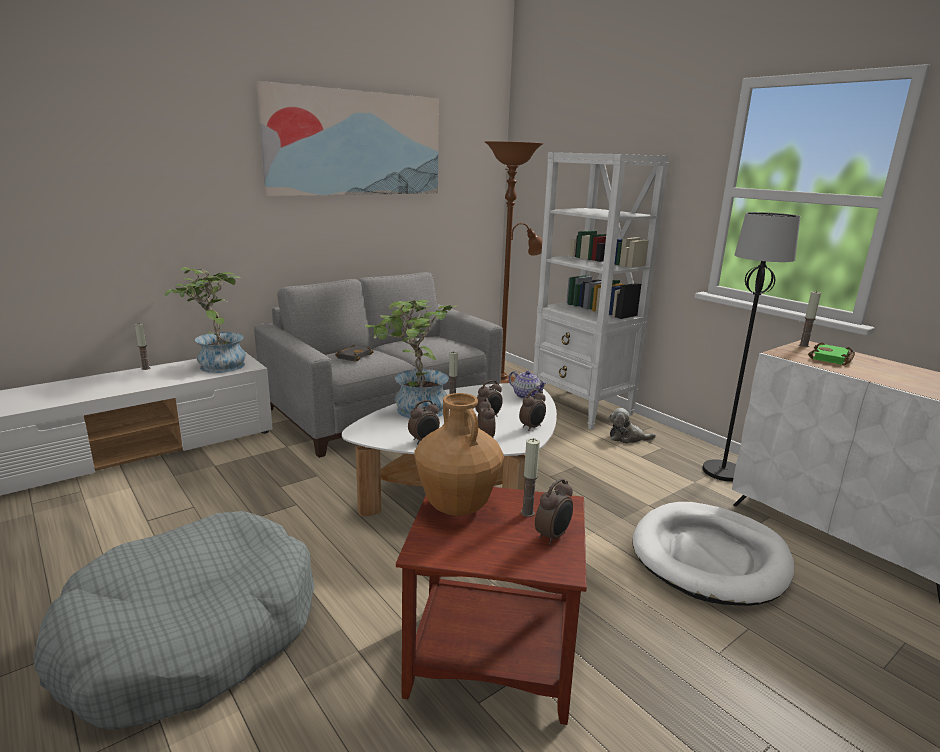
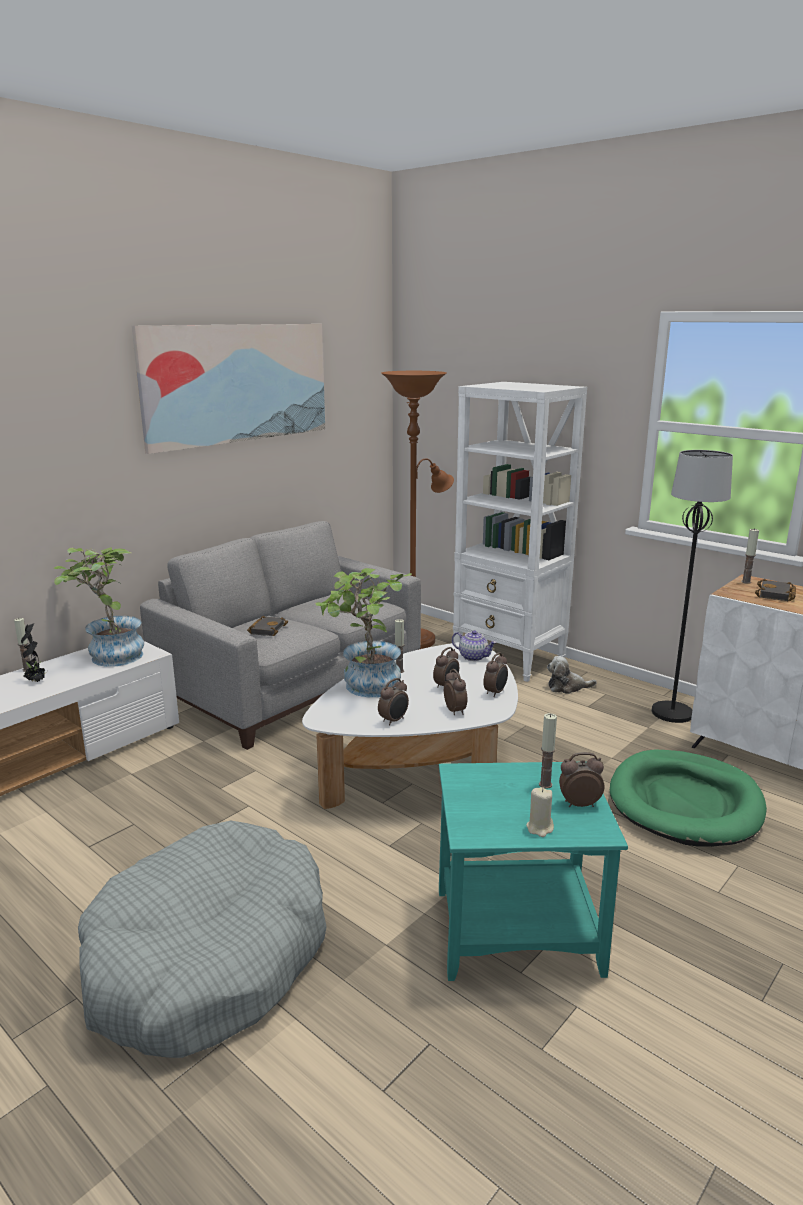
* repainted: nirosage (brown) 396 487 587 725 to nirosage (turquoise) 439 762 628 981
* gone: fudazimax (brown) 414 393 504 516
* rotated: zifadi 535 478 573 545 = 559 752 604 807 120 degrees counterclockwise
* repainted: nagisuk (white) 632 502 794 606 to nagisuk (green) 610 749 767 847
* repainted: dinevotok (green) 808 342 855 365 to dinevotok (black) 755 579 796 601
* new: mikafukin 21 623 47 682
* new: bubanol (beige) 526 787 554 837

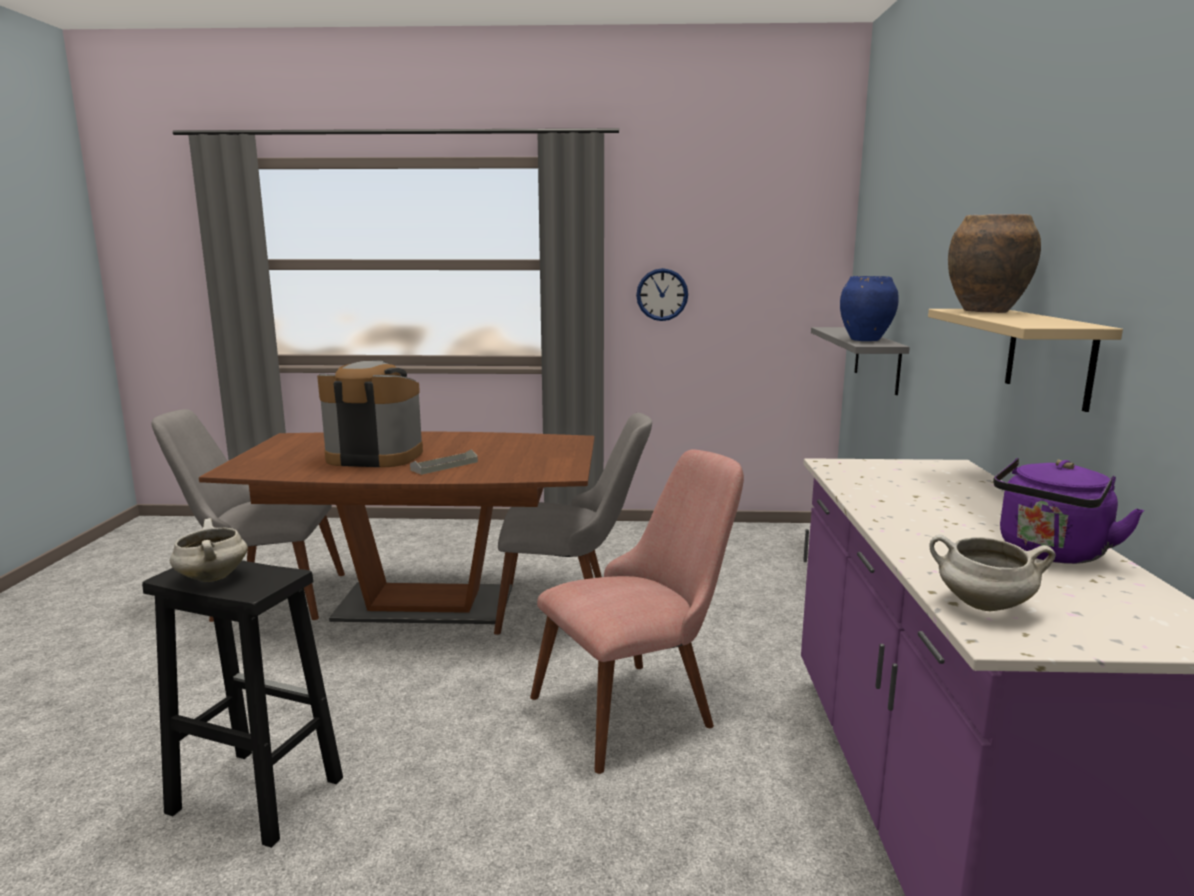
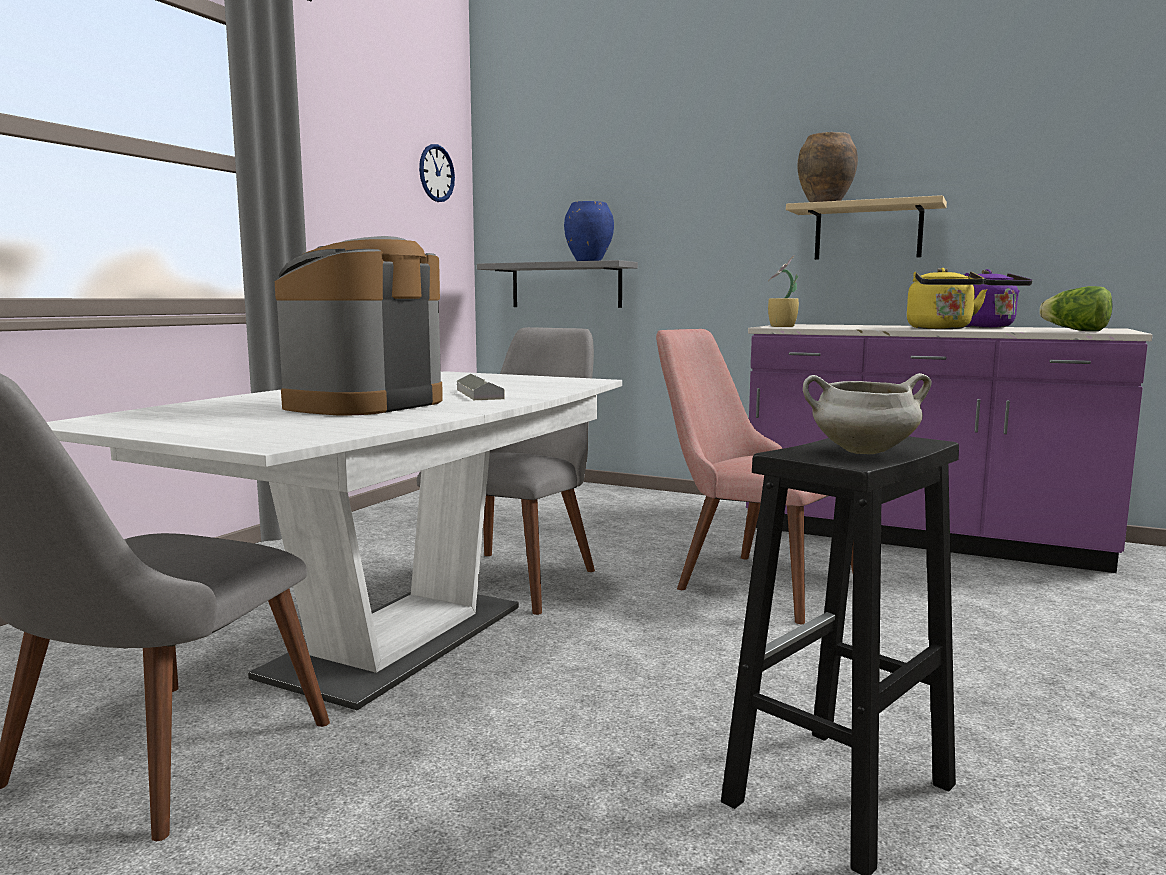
* repainted: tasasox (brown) 199 431 594 624 to tasasox (white) 47 371 622 710
* rotated: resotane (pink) 530 449 744 774 = 656 329 853 624 45 degrees counterclockwise
* shifted: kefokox 636 268 688 321 to 419 144 455 202
* swapped: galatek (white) 929 535 1056 611 to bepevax 1039 286 1113 331
* new: mikafukin 768 255 799 327
* new: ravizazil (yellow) 907 268 987 329

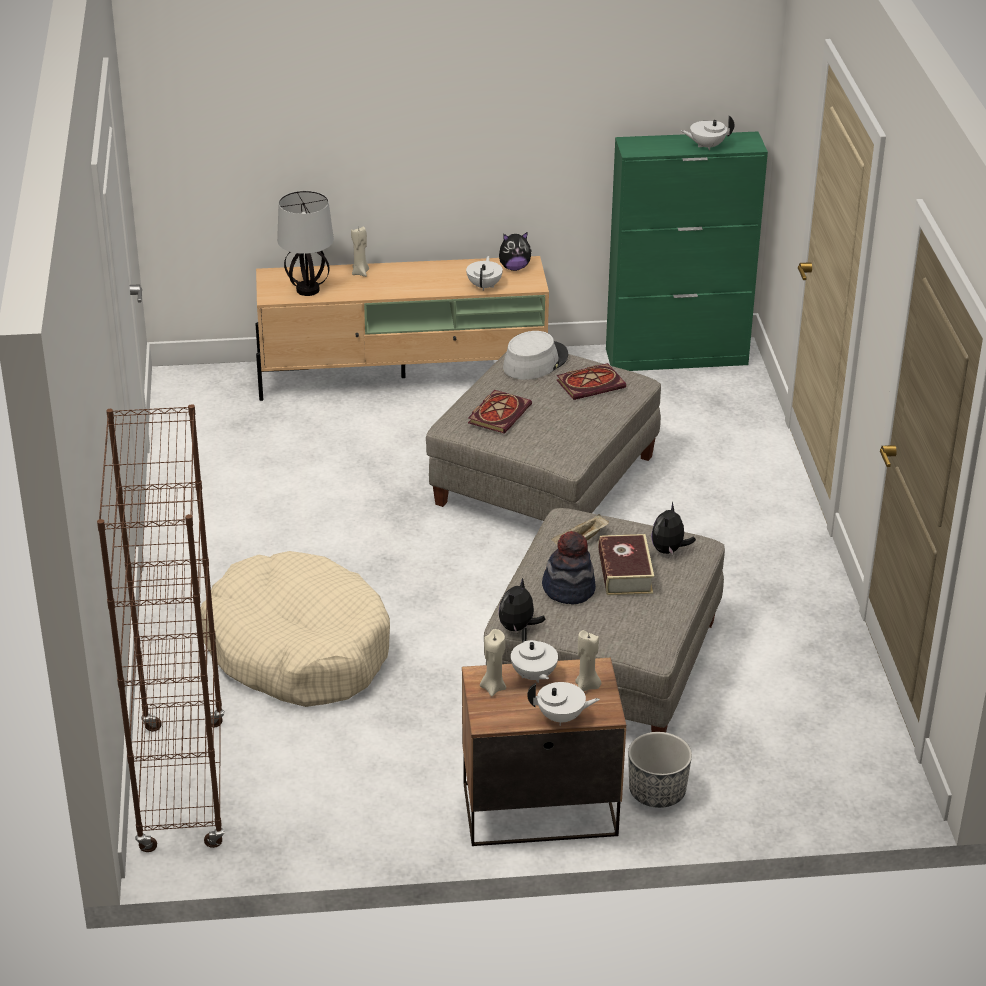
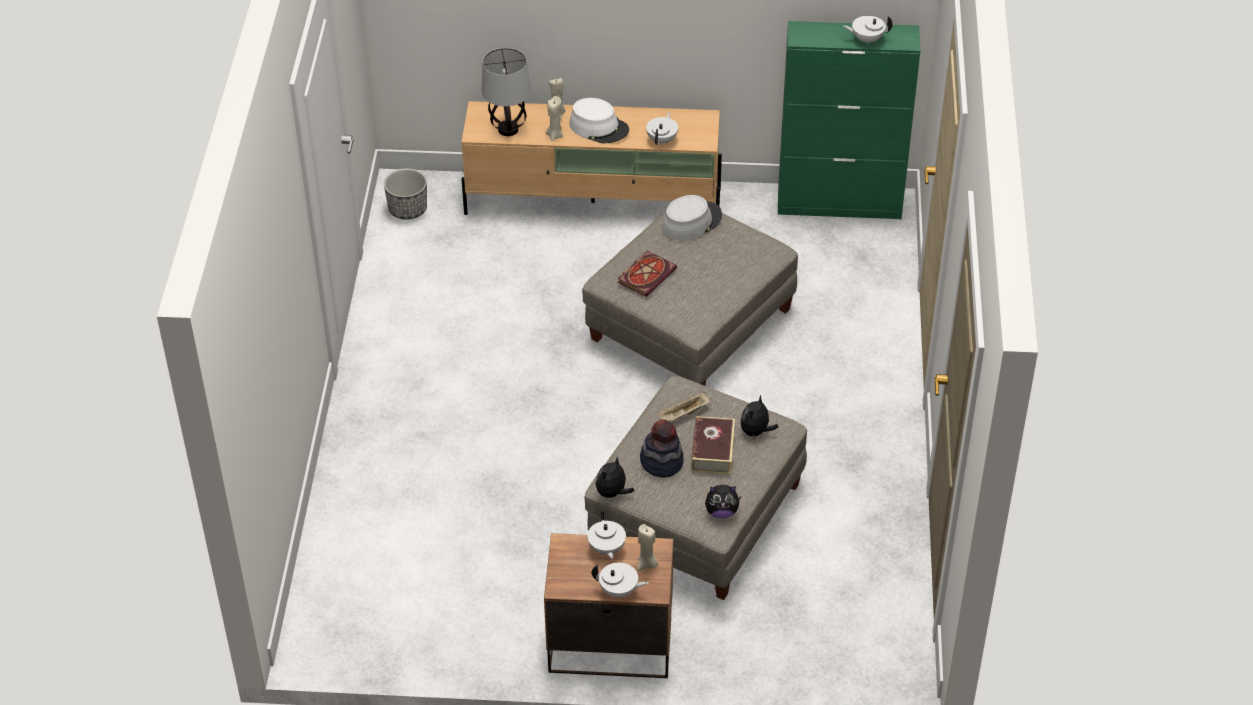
* gone: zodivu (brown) 97 404 225 852
* gone: nagisuk (beige) 201 551 390 707
* shifted: bubanol (beige) 480 629 506 696 to 546 96 563 141
* shifted: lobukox 499 232 532 271 to 705 485 741 519
* gone: dinevotok 557 363 626 400
* shifted: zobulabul 628 732 692 808 to 384 168 427 220
* new: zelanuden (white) 569 98 629 143

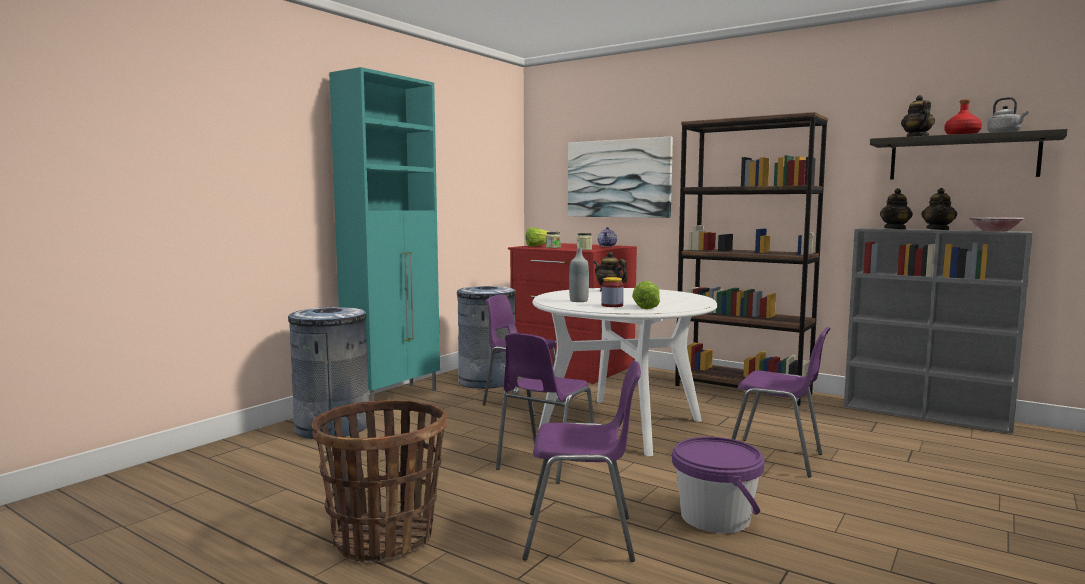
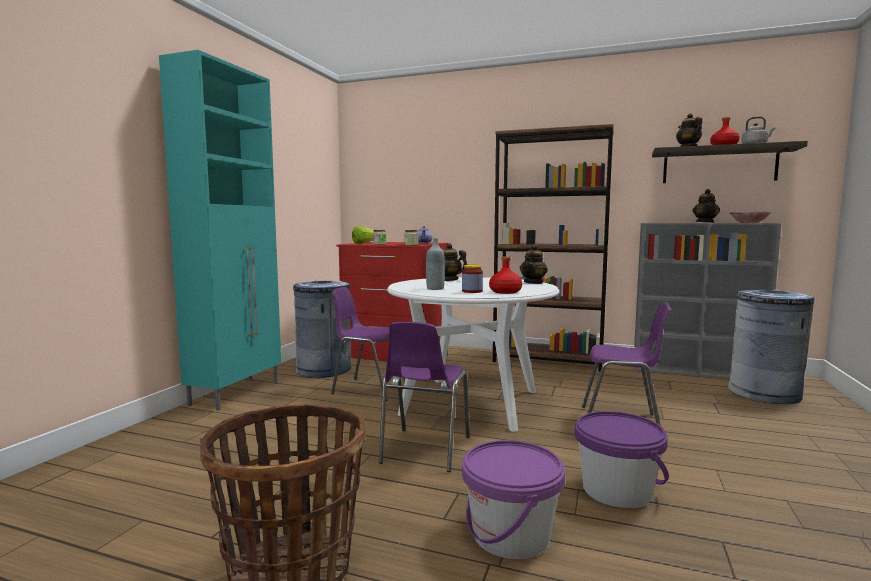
* shifted: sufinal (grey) 288 307 369 439 to 728 290 815 404
* swapped: resotane (purple) 522 361 641 562 to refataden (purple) 462 440 565 559
* gone: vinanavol 568 137 673 218
* swapped: bepevax 632 281 660 309 to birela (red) 489 256 522 294
* shifted: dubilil 880 188 913 229 to 520 245 548 284

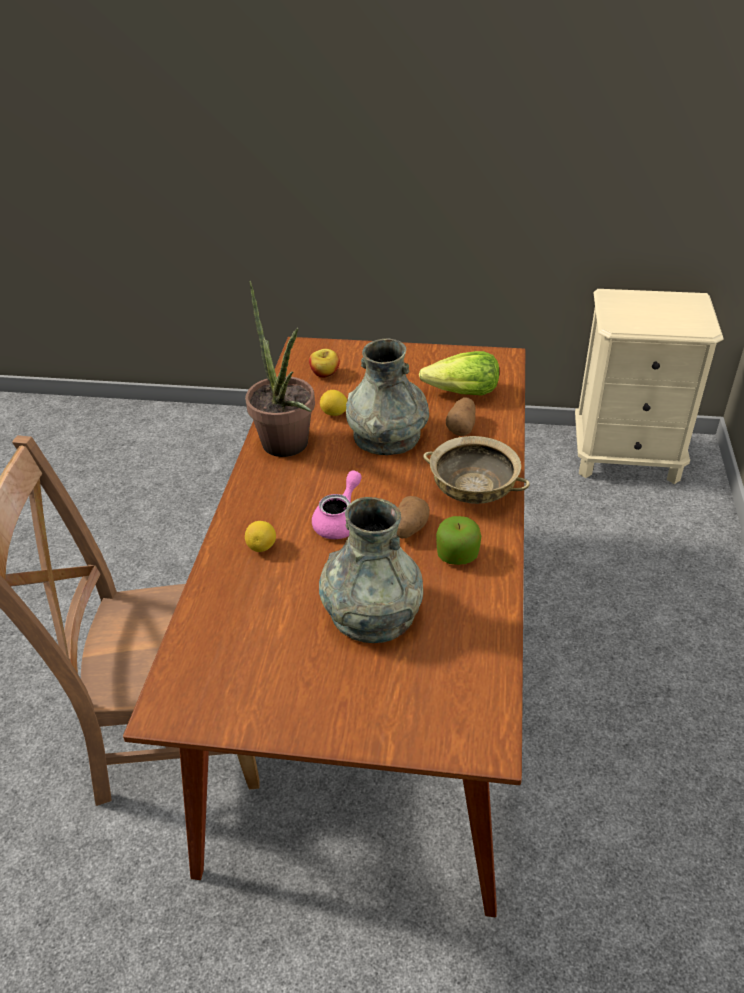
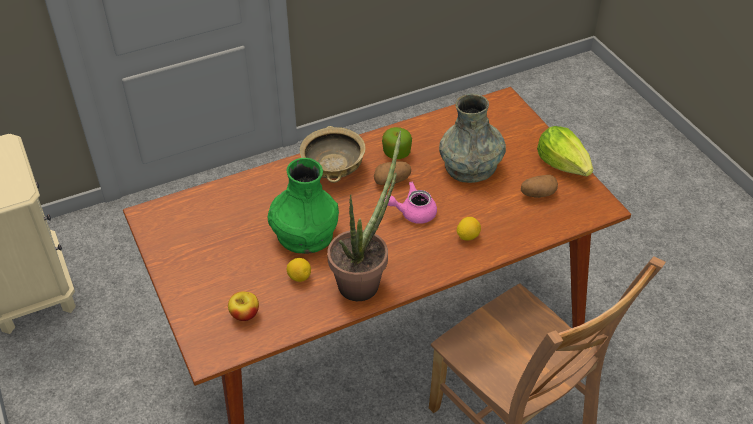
* repainted: fudazimax (grey) 346 338 429 455 to fudazimax (green) 268 158 339 254
* shifted: bepevax 419 351 499 396 to 537 126 593 176
* shifted: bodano 446 397 476 436 to 521 175 558 198

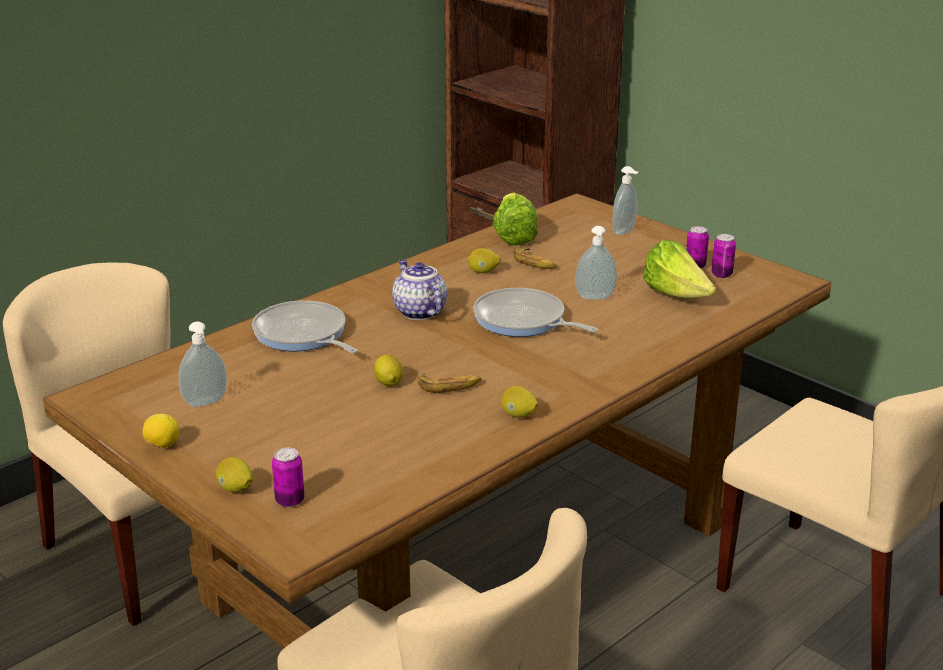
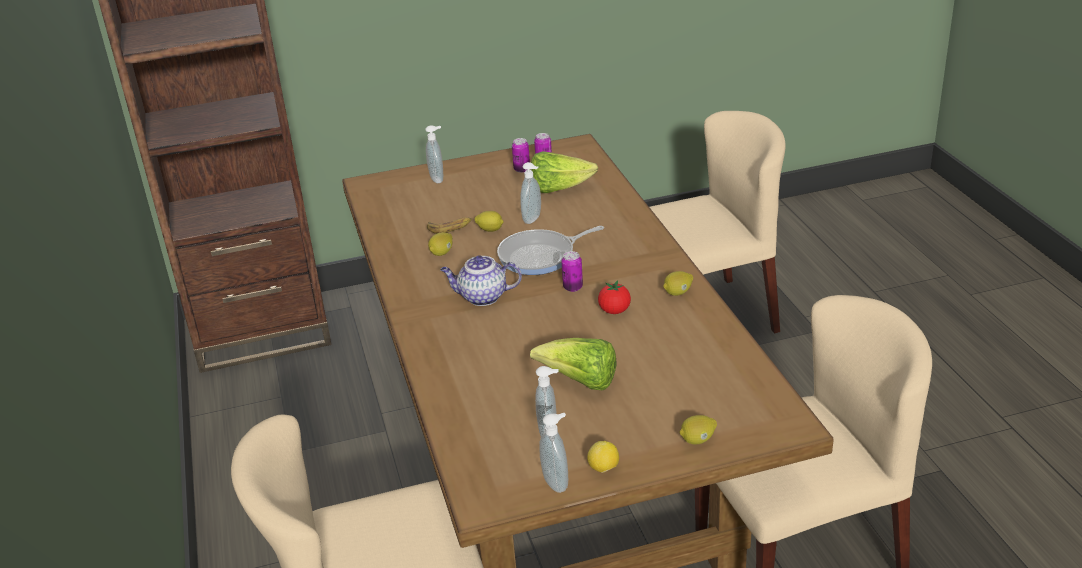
* gone: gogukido 252 300 357 353
* shifted: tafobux 272 448 305 507 to 562 251 583 292
* shifted: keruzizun 374 355 403 386 to 475 211 504 232
* swapped: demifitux 418 373 482 393 to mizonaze 598 280 631 314
* shifted: bepevax 492 193 538 245 to 530 338 617 390
* new: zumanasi 539 413 568 493

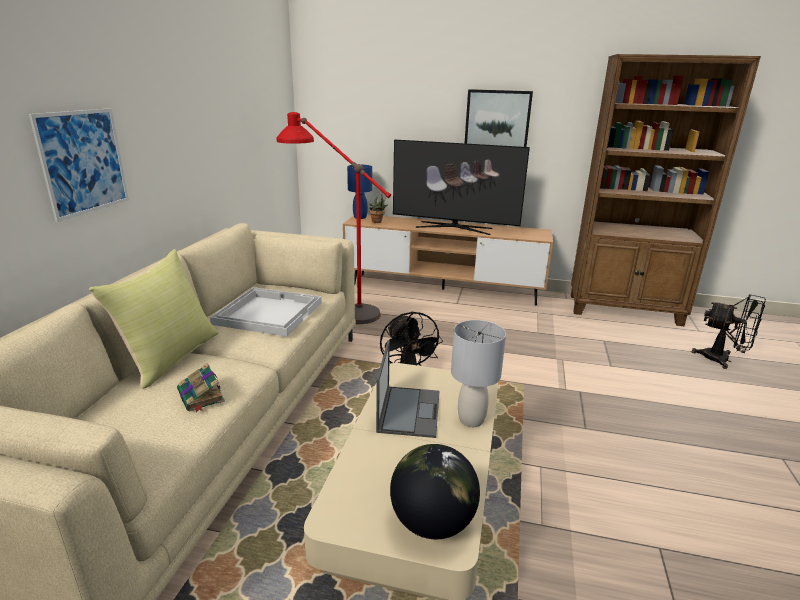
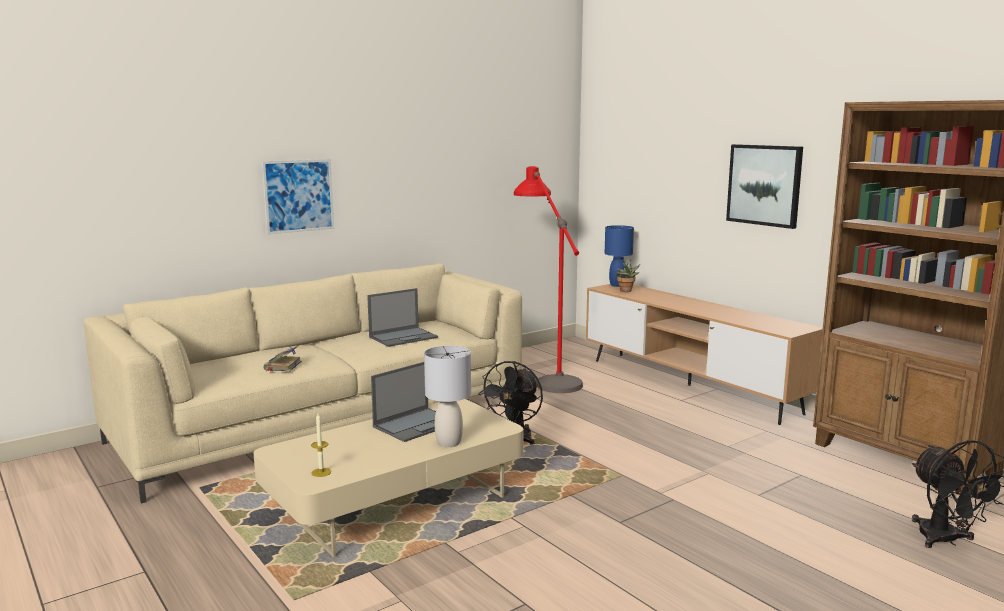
* gone: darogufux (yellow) 89 249 219 389
* swapped: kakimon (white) 210 287 322 337 to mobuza 367 288 438 347
* swapped: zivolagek 390 444 480 539 to bubanol 311 414 331 477
* gone: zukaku 393 140 530 235

